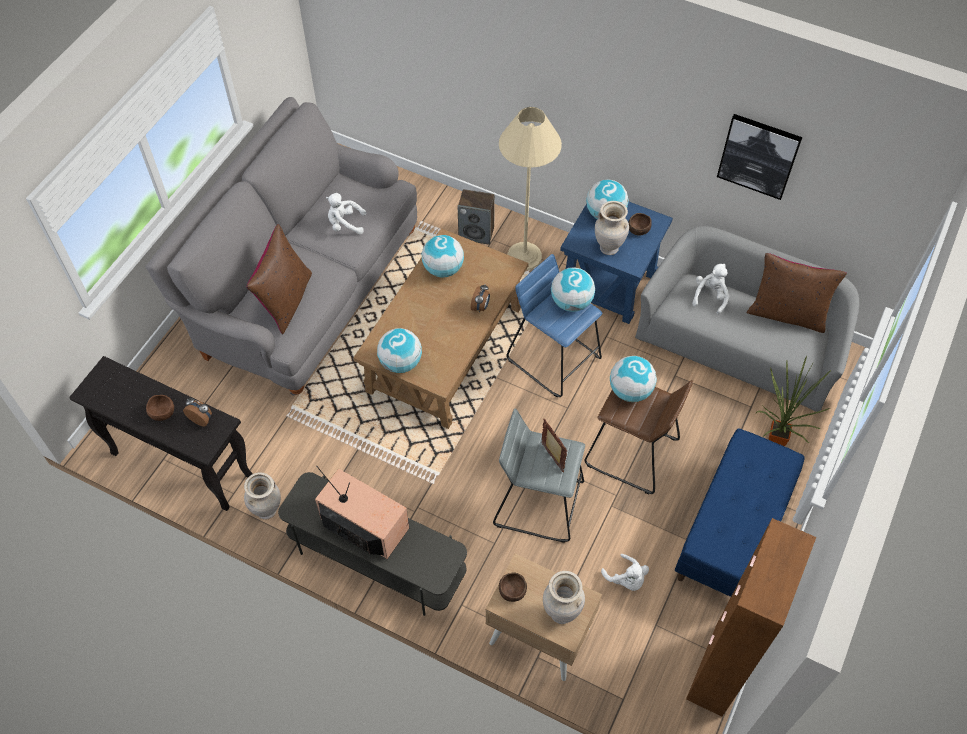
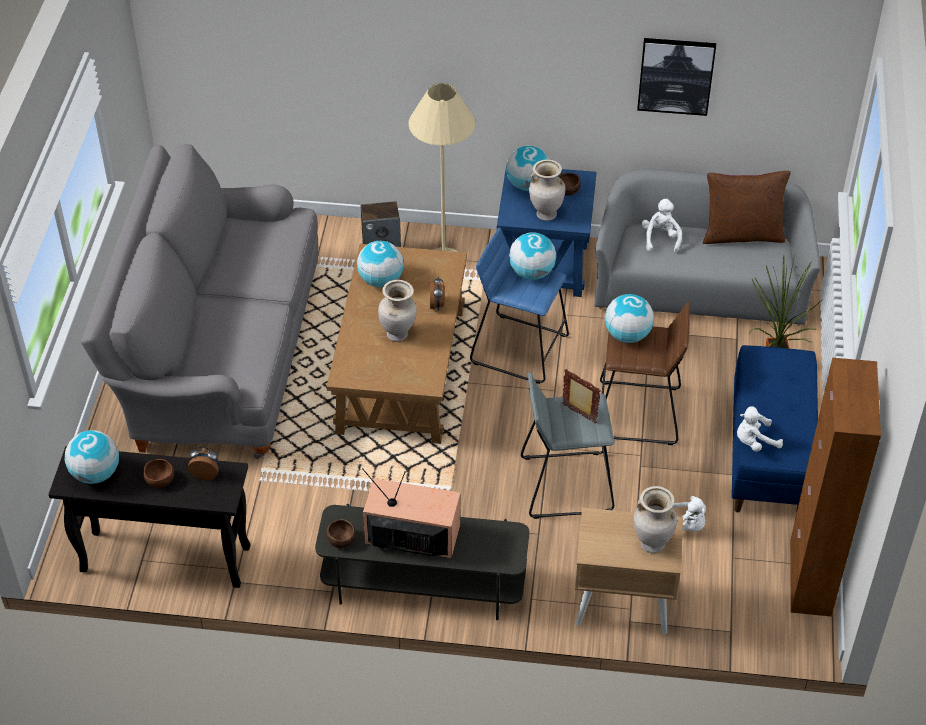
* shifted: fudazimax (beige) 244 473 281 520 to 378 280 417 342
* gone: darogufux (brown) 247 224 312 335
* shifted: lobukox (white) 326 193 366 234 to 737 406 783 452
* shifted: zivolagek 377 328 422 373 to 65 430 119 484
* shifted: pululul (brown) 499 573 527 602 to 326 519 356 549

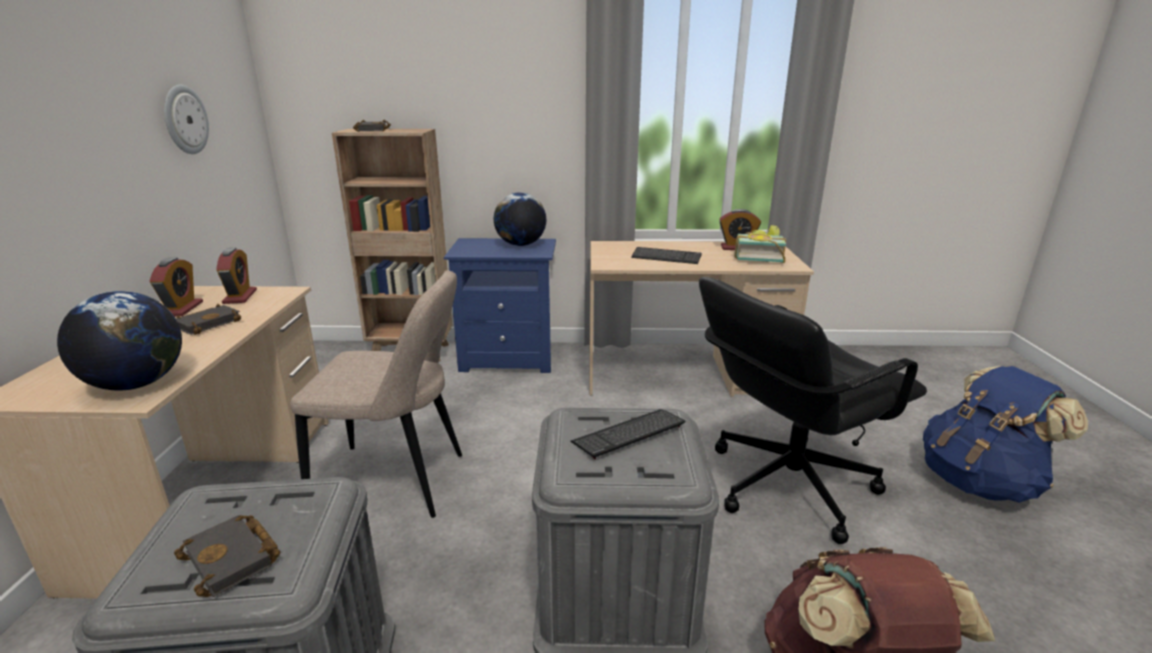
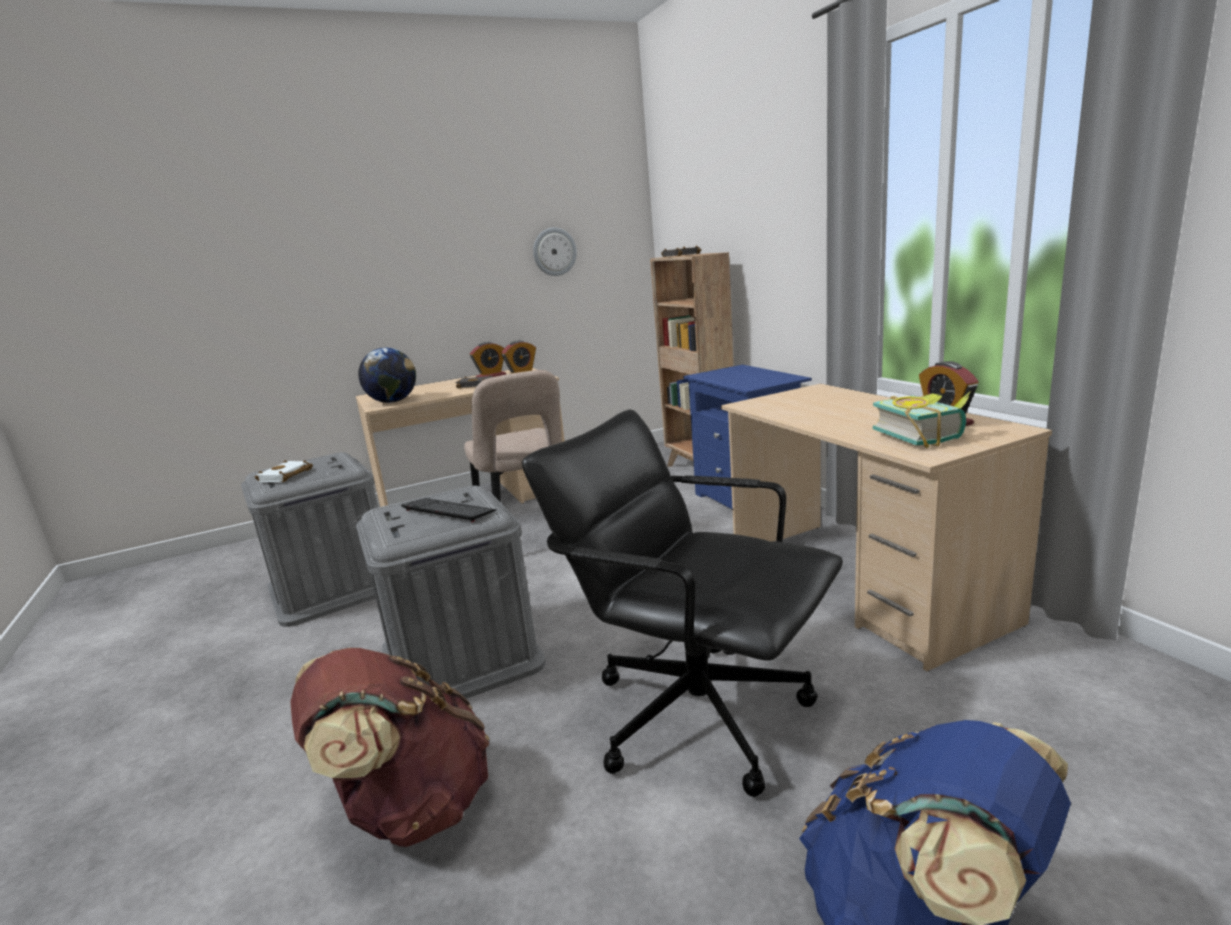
* repainted: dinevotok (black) 174 515 280 597 to dinevotok (white) 255 460 313 482
* gone: zivolagek 494 192 546 246
* gone: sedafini 631 247 702 264

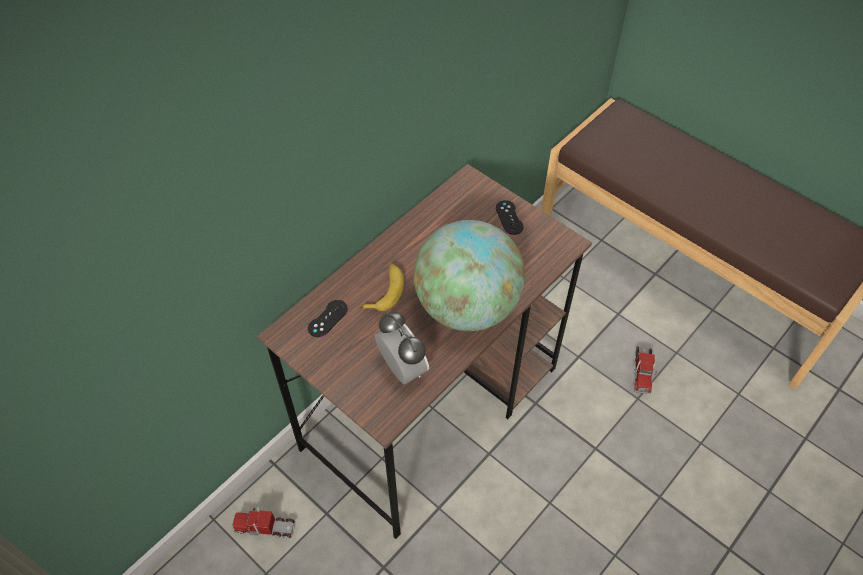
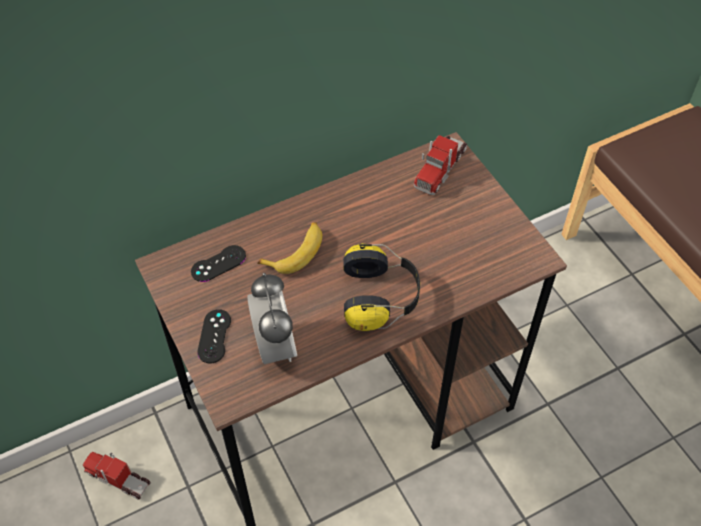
* swapped: zivolagek 414 220 525 331 to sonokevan 343 243 420 331
* shifted: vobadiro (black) 496 200 524 235 to 197 309 231 363
* shifted: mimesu 634 346 657 394 to 413 135 467 195

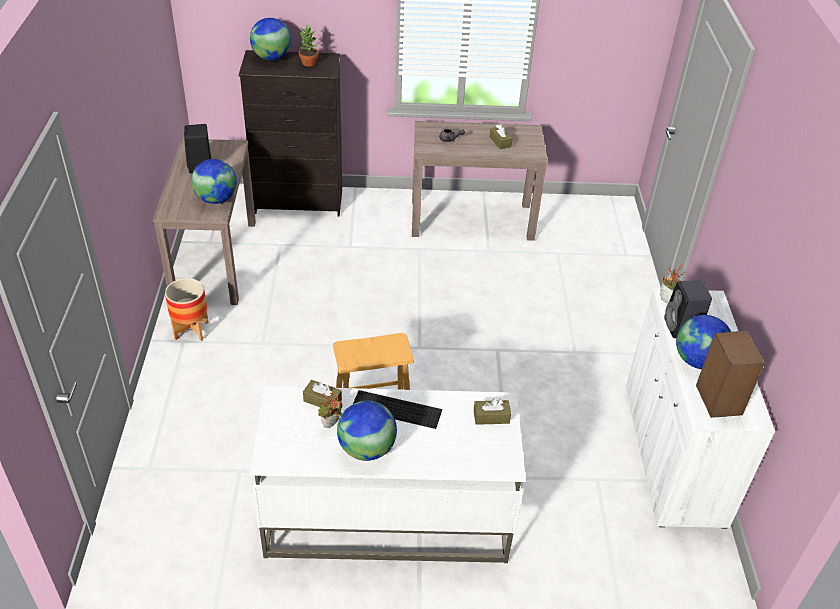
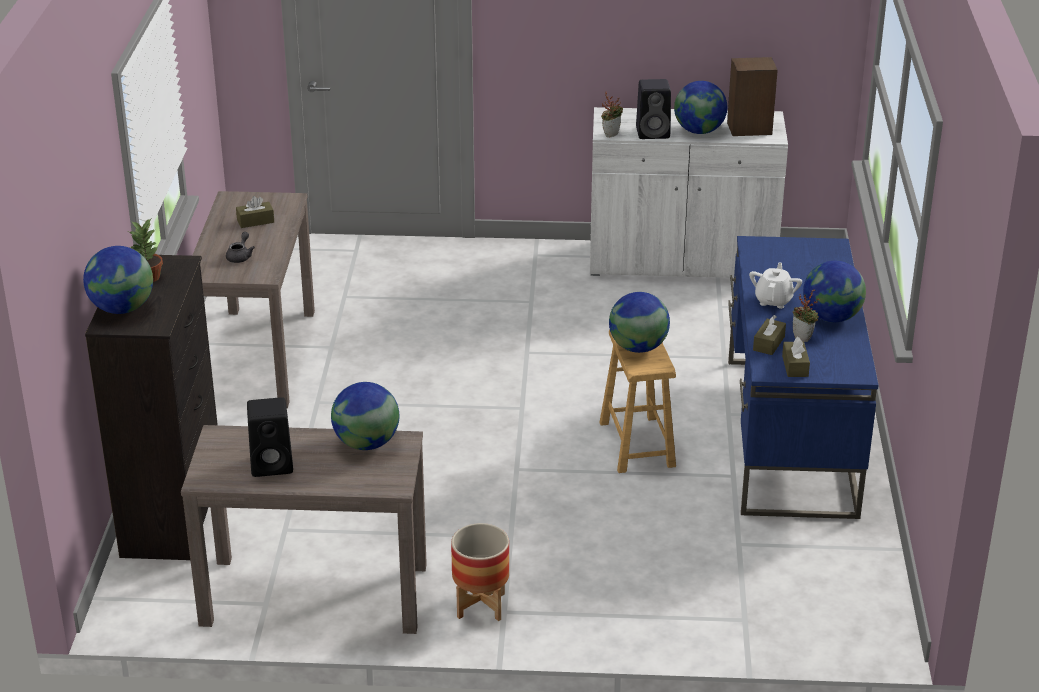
* repainted: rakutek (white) 250 386 526 563 to rakutek (blue) 728 236 879 519
* swapped: sedafini 353 390 442 429 to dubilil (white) 749 263 802 309
* shifted: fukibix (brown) 474 399 511 425 to 782 337 810 377
* new: zivolagek 609 292 670 353

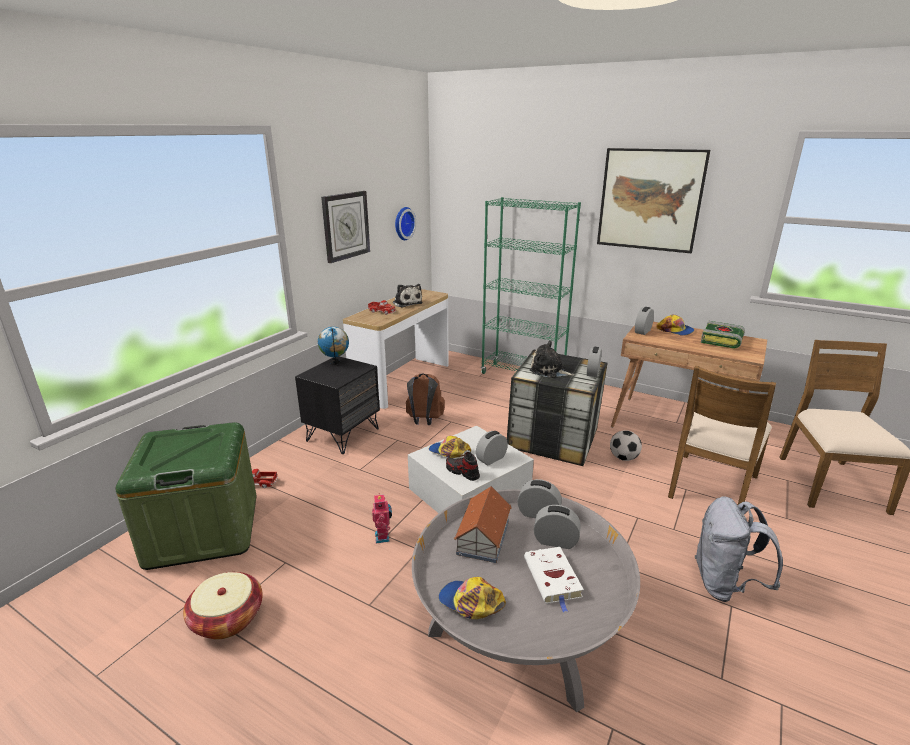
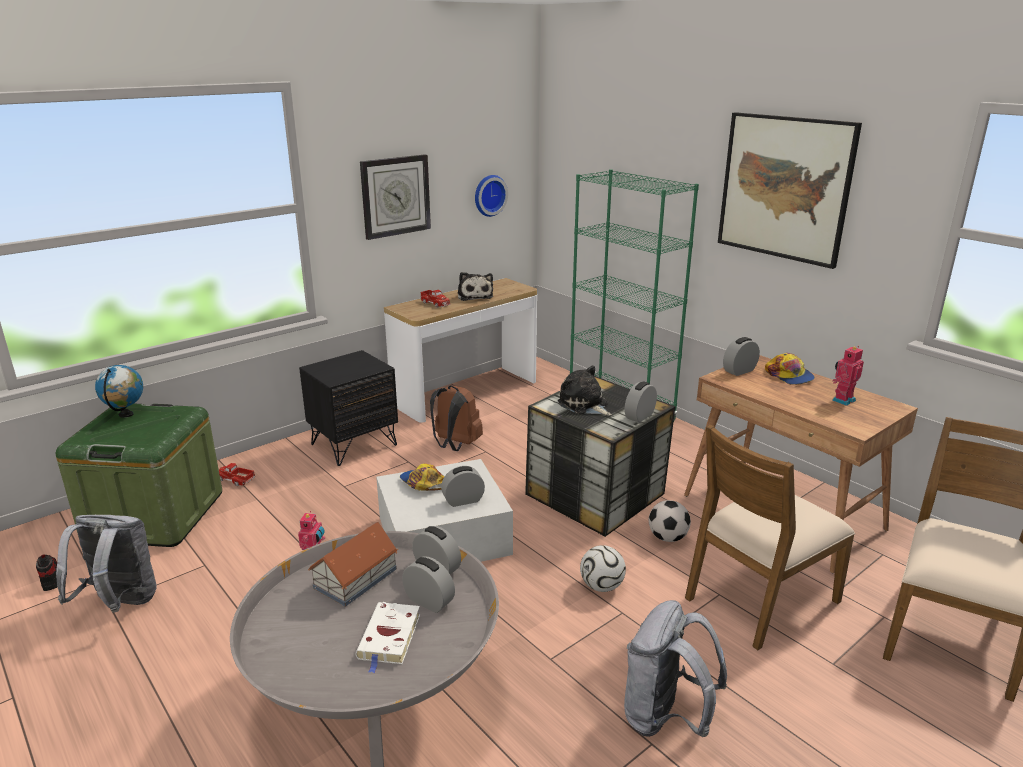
* swapped: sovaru 183 572 263 639 to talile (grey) 56 515 157 613
* shifted: zivolagek 318 327 349 365 to 95 365 143 418
* gone: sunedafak 438 577 506 619
* shifted: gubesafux 446 452 480 481 to 36 554 58 591
* swapped: dinevotok 701 321 745 348 to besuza 832 346 864 406
* new: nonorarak 580 545 626 592

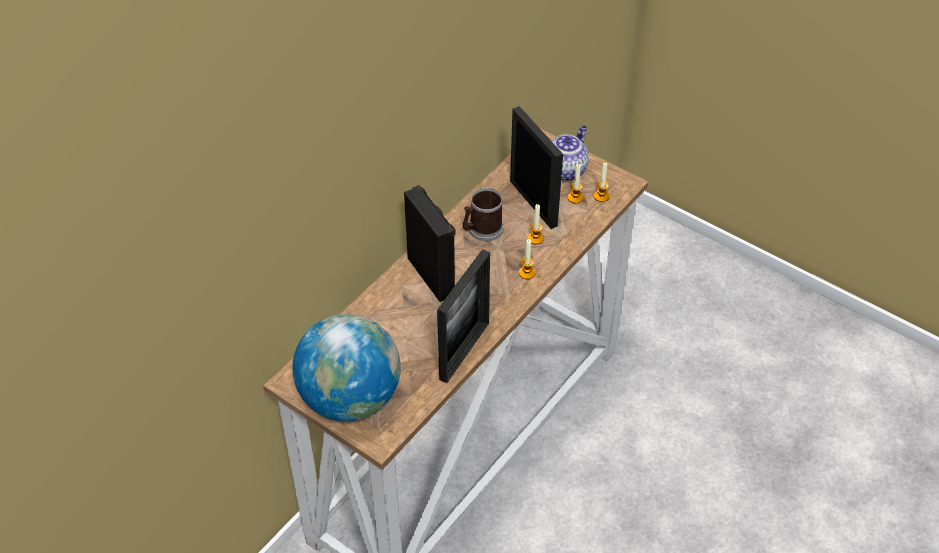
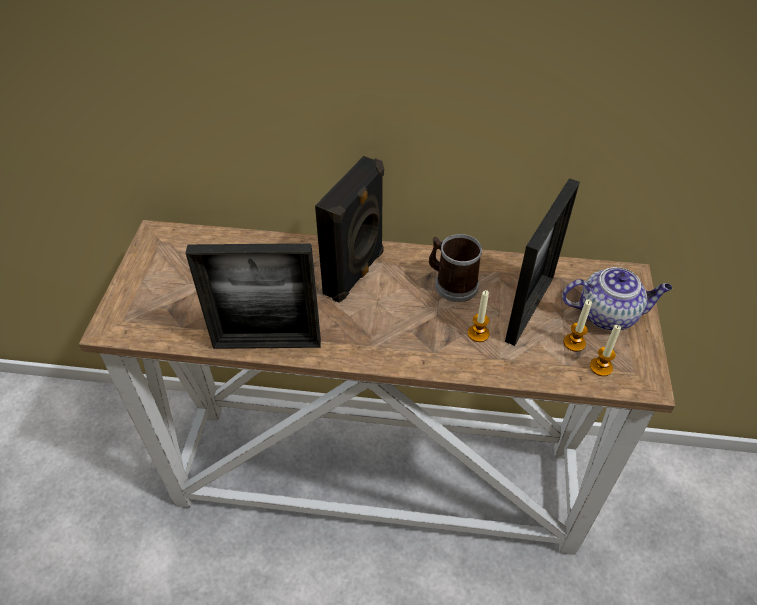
* gone: zivolagek 292 314 401 422
* gone: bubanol 519 239 535 279

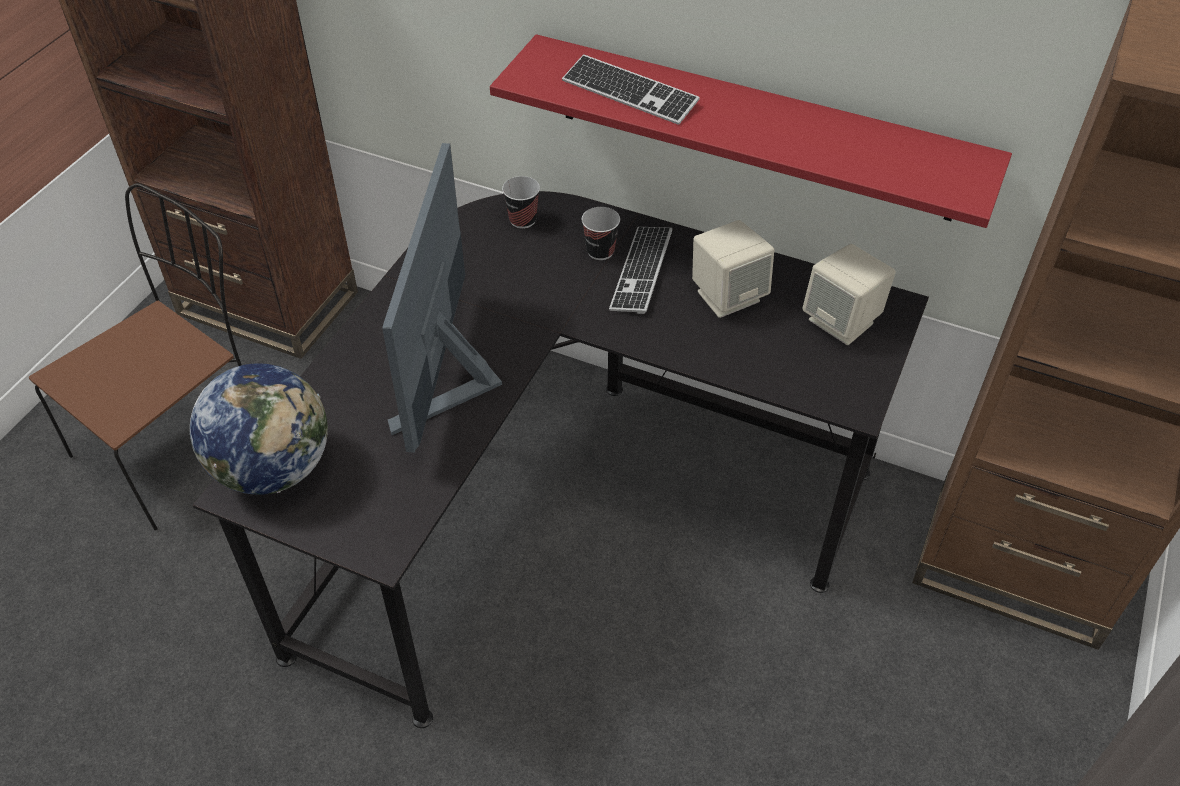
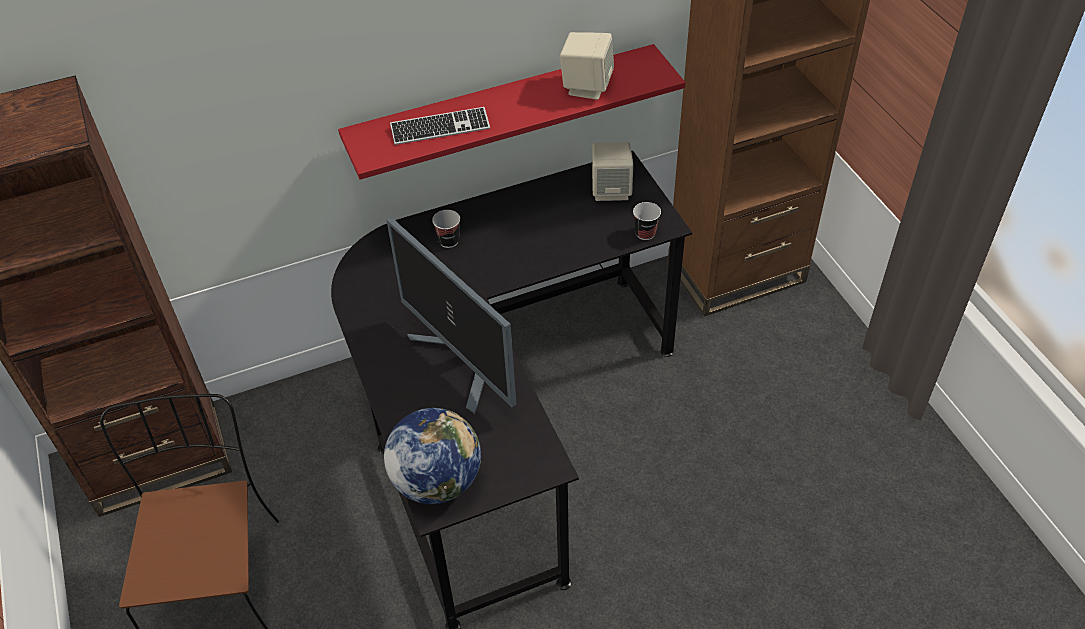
* shifted: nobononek 502 176 540 229 to 633 202 661 240
* gone: sedafini 609 227 672 314
* shifted: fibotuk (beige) 692 220 774 318 to 560 32 614 100

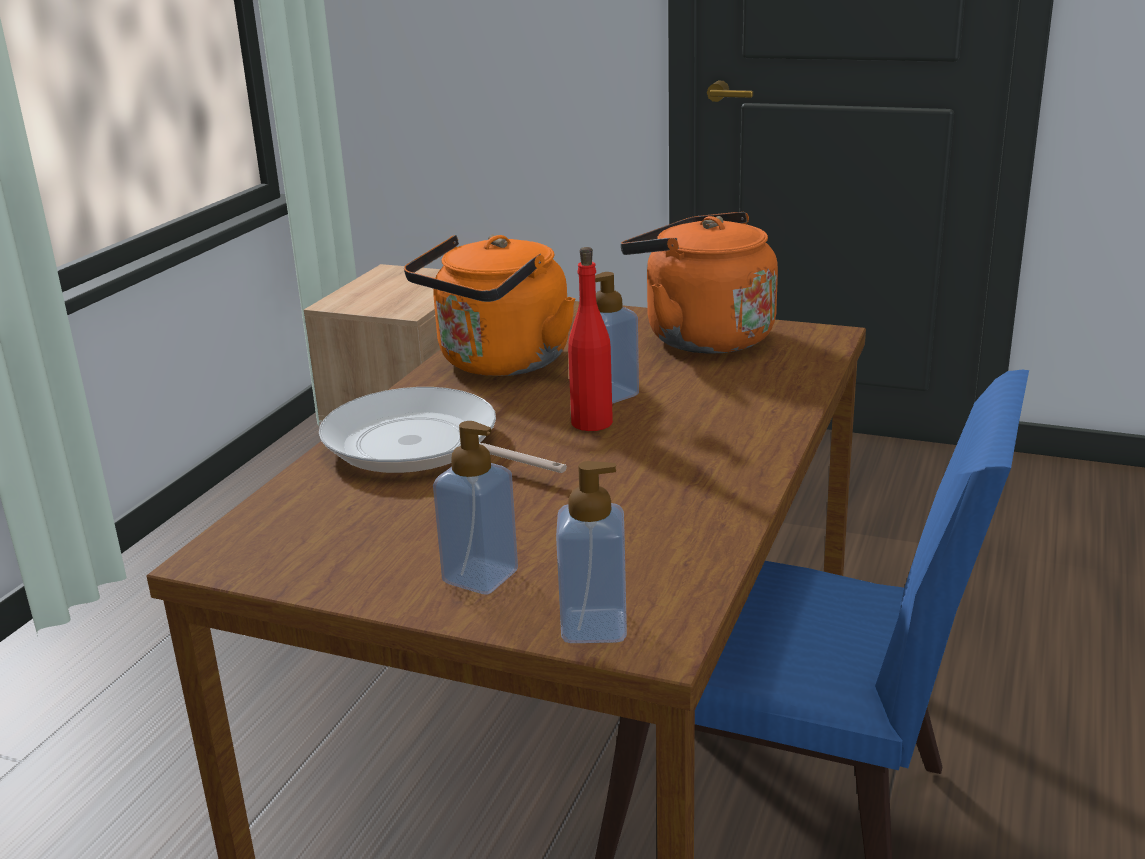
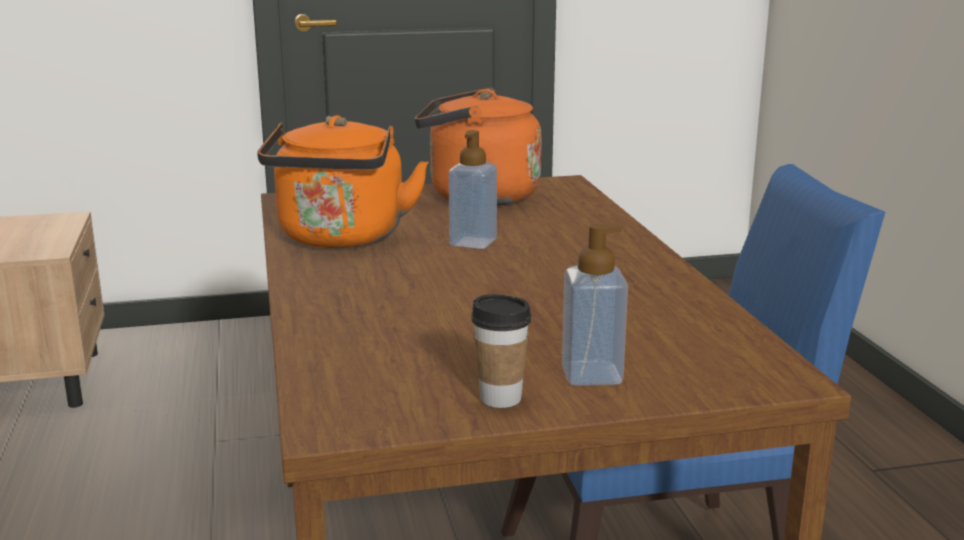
* gone: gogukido 319 387 567 473
* gone: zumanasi 556 461 627 643
* gone: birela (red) 568 247 613 431
* new: nobononek 471 294 532 408

